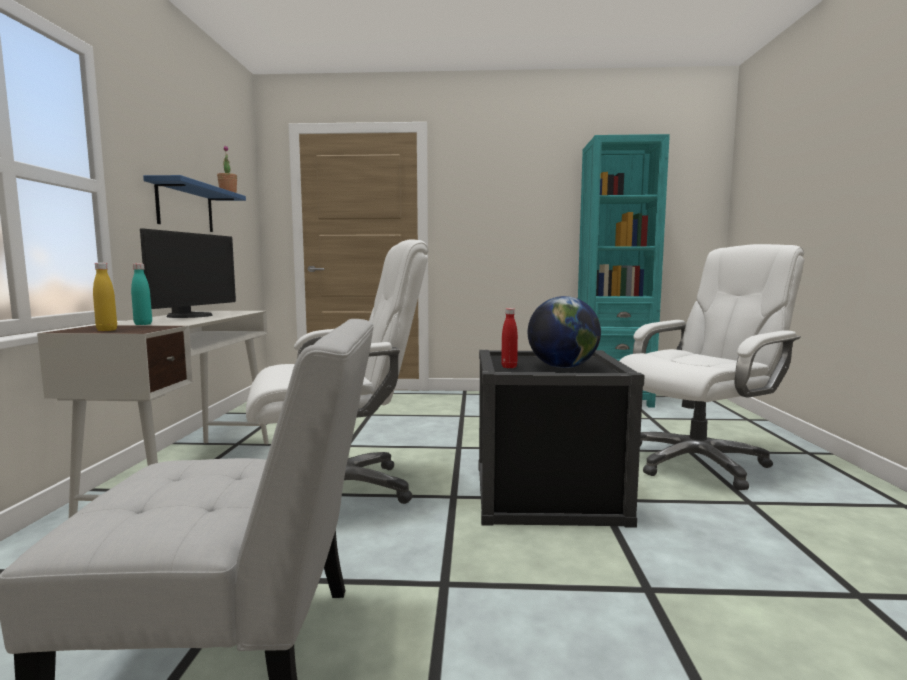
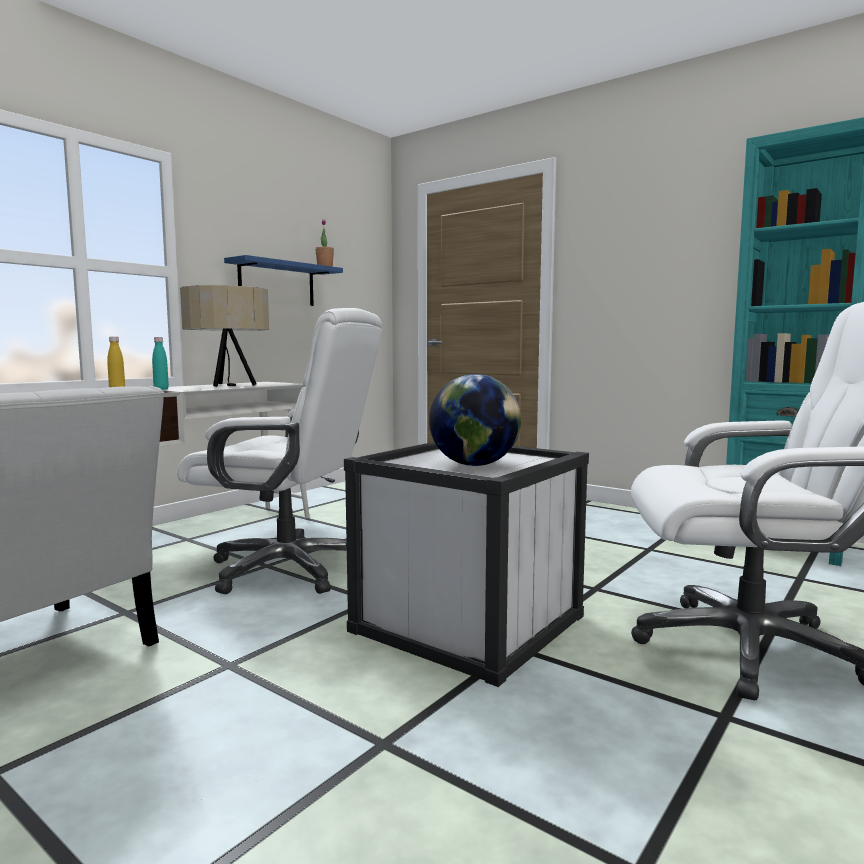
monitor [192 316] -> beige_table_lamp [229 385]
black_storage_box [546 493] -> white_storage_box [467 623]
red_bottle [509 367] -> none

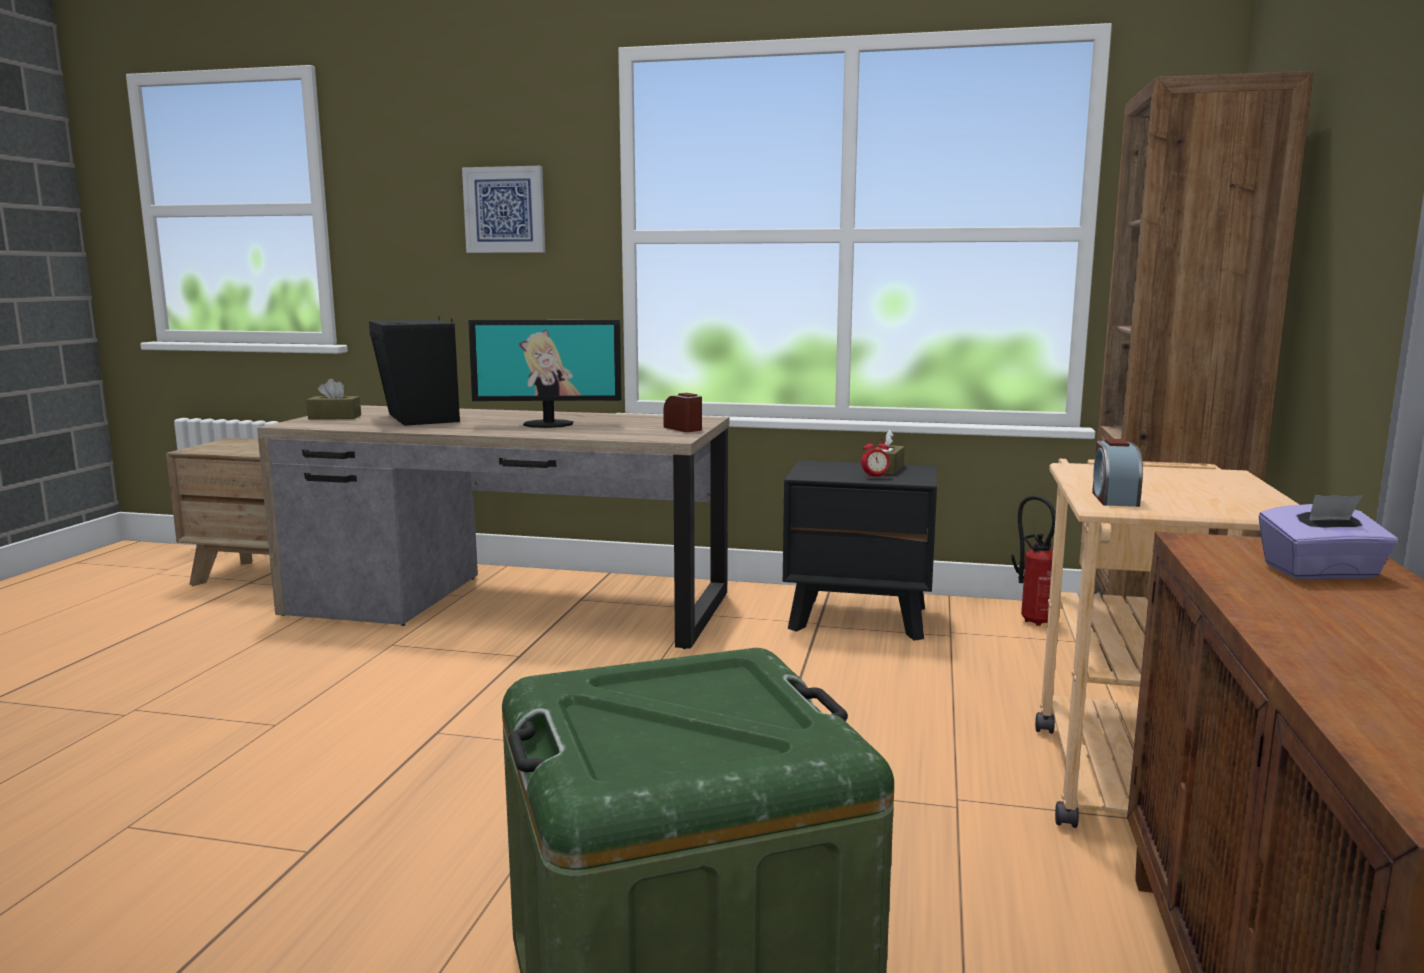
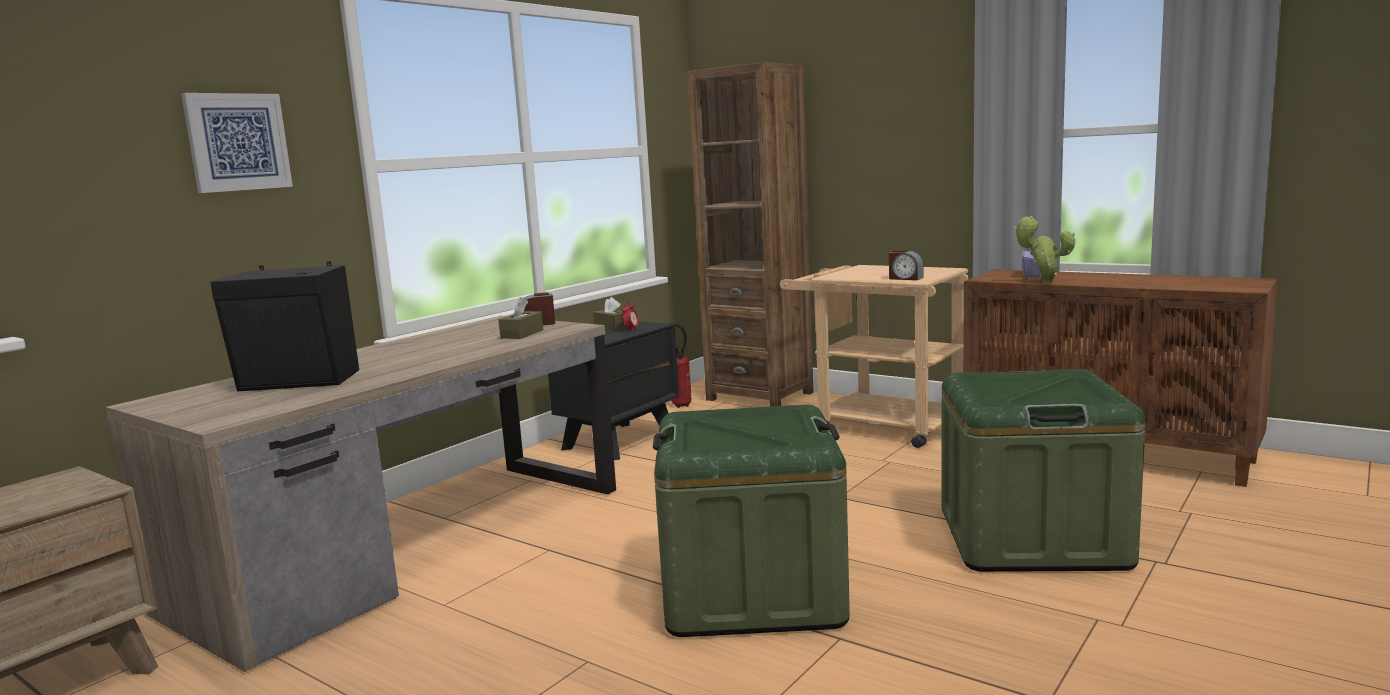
brown_tissue_box [335 417] -> brown_tissue_box [522 334], moved
monitor [548 424] -> none
none -> green_storage_box [752 592]
none -> potted_plant [1043 282]

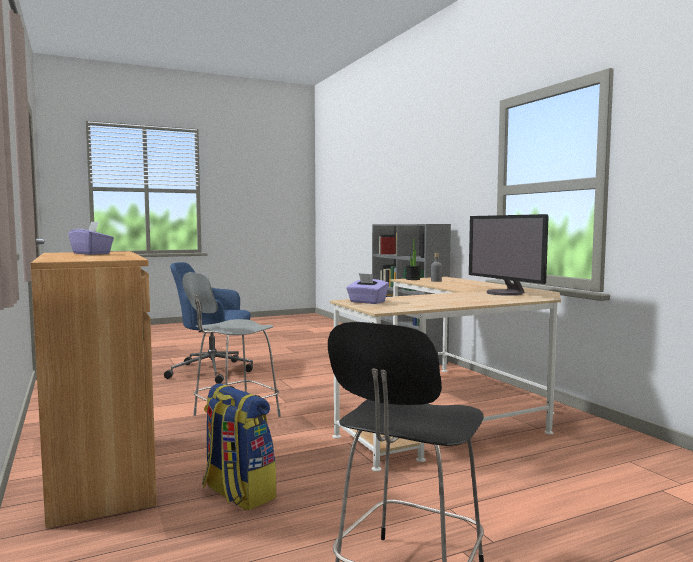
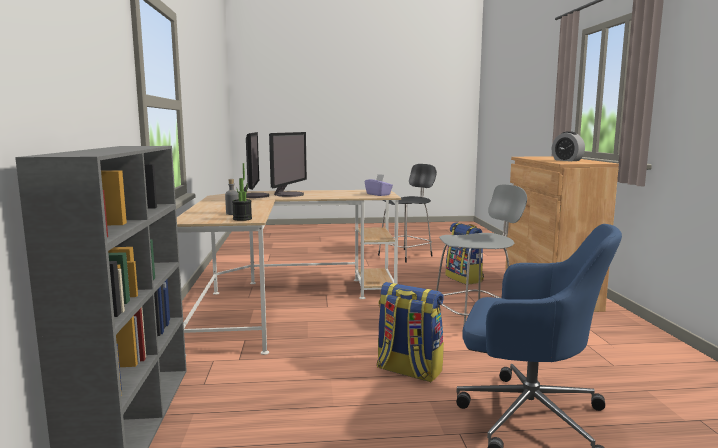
purple_tissue_box [92 254] -> alarm_clock [567 160]
none -> monitor [289 194]
none -> backpack [408 371]

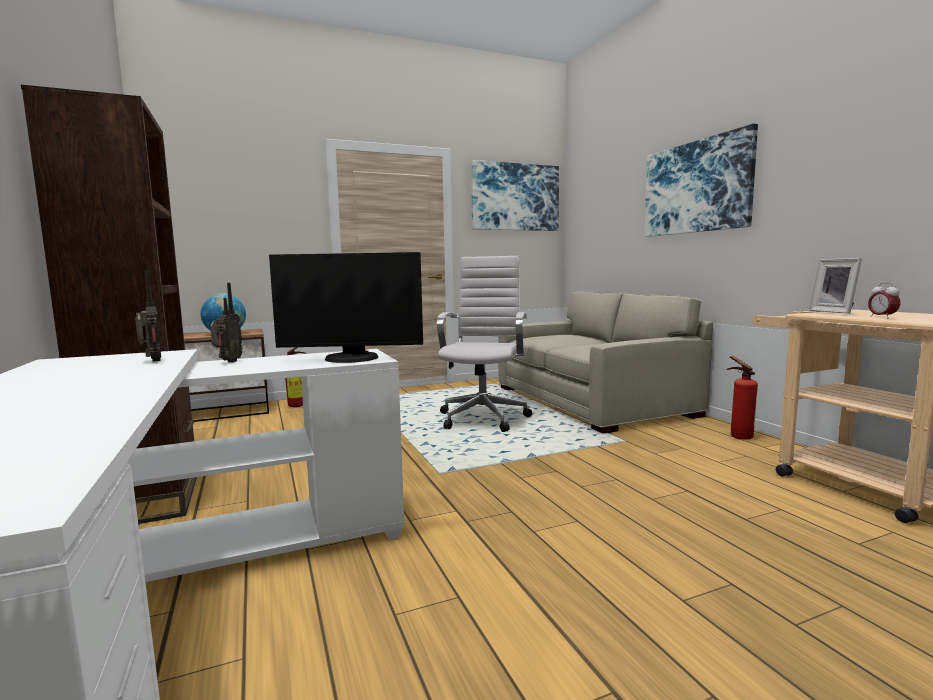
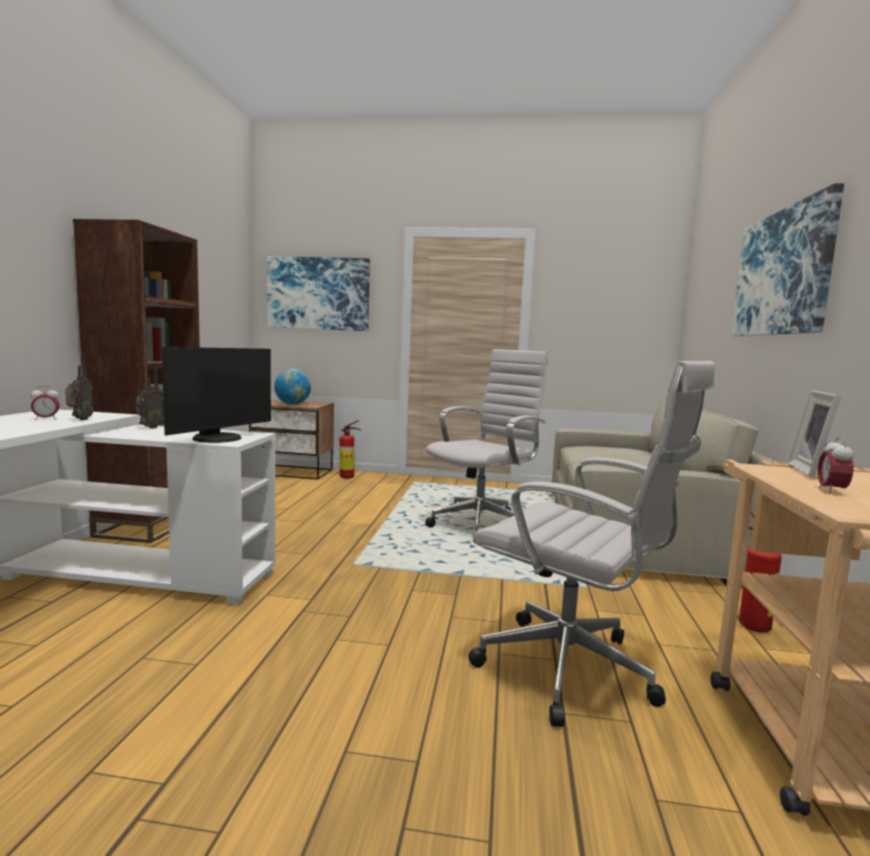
monitor [351 359] -> monitor [219 439], 90 degrees counterclockwise
picture [515 197] -> picture [318 293], moved
none -> alarm_clock [46 419]
none -> white_office_chair [574 672]

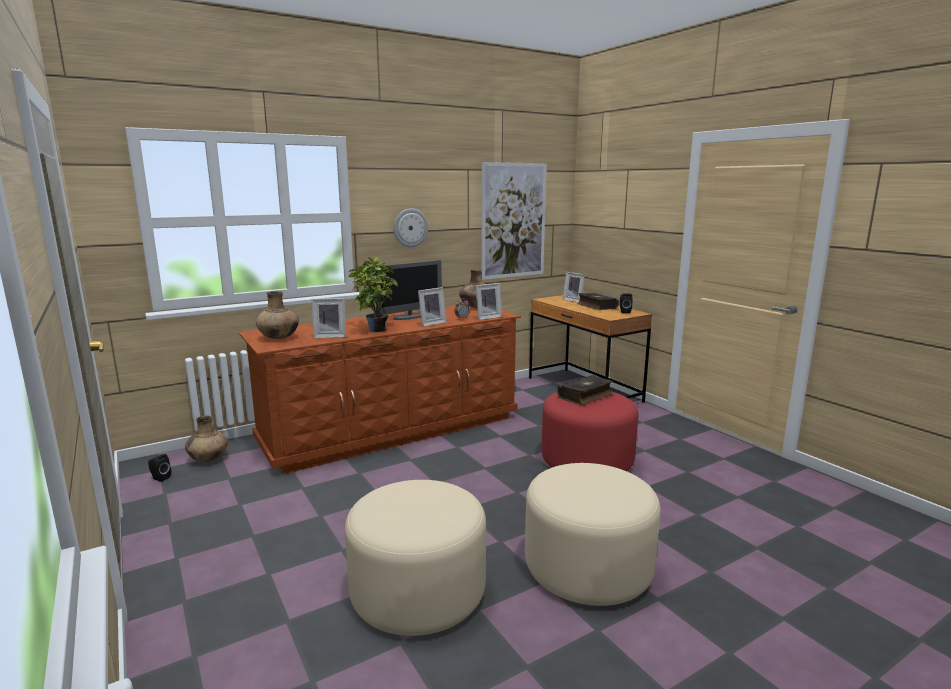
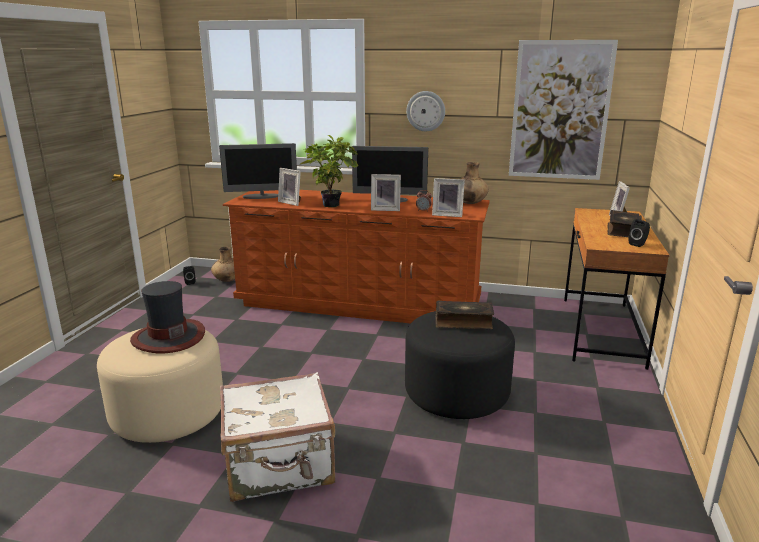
brown_vase [279 338] -> monitor [261 196]
beige_ottoman [587 567] -> white_suitcase [280 466]
red_ottoman [587 460] -> black_ottoman [456 393]
none -> hat [168 337]

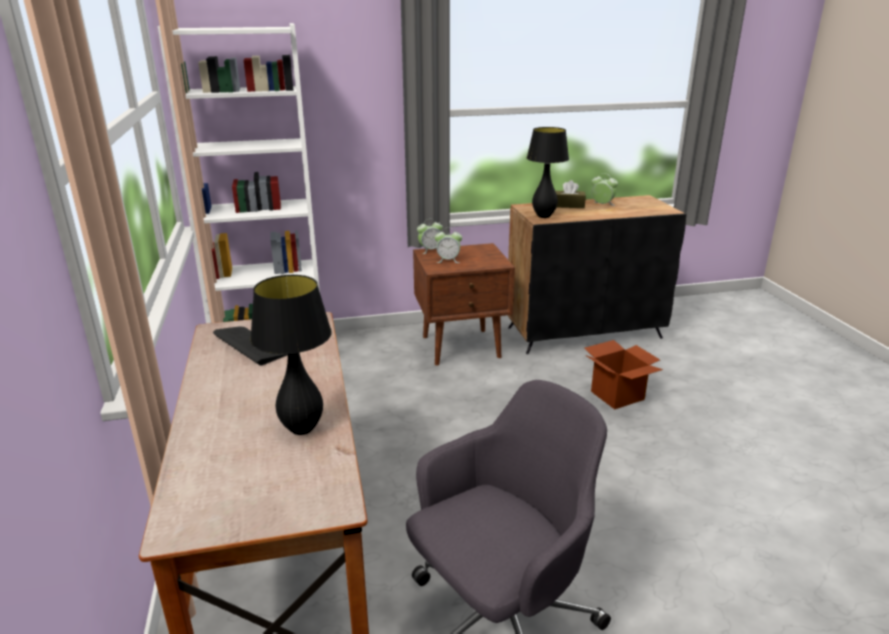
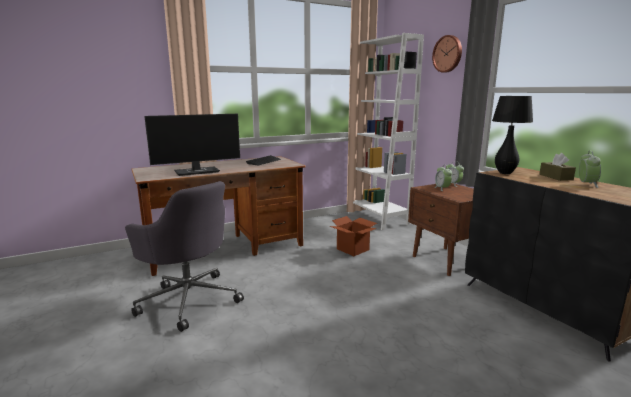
black_table_lamp [302 429] -> monitor [198 171]
cardboard_box [617 395] -> cardboard_box [352 249], moved
none -> wall_clock [448 54]

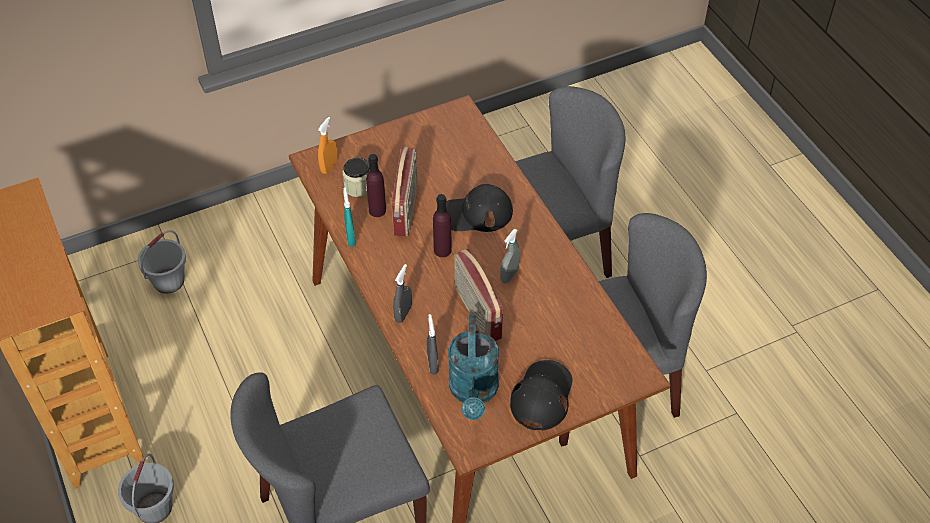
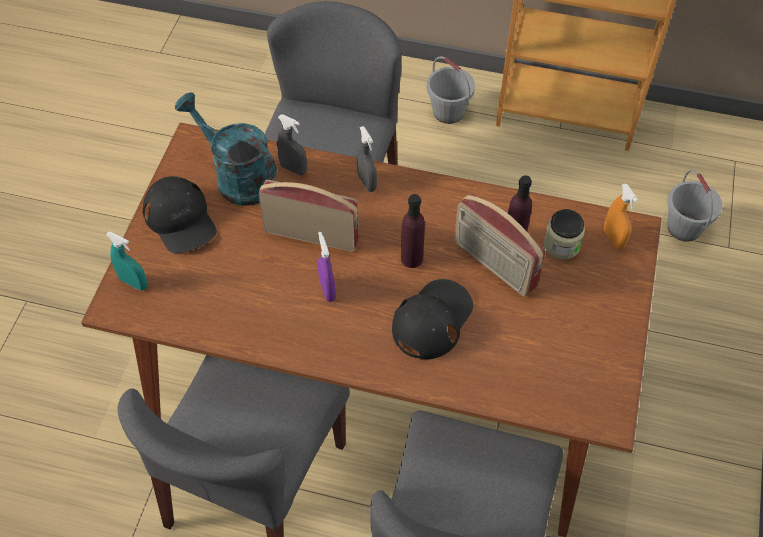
turquoise_spray_bottle [350 238] -> turquoise_spray_bottle [134 283], moved
grey_spray_bottle [509 275] -> purple_spray_bottle [327 290]

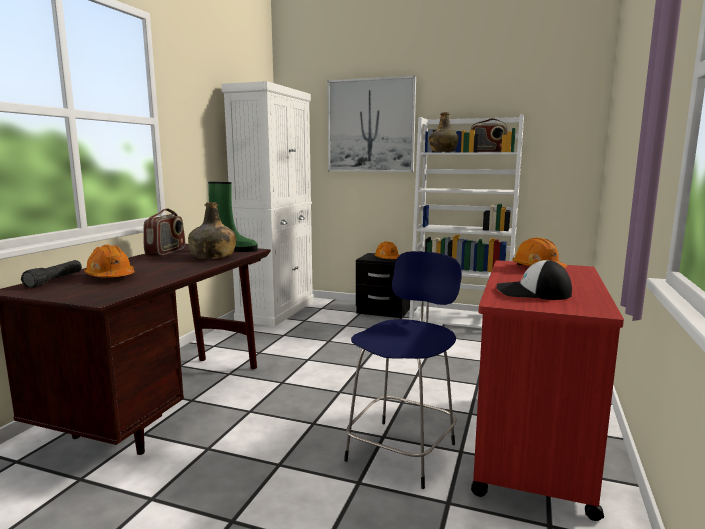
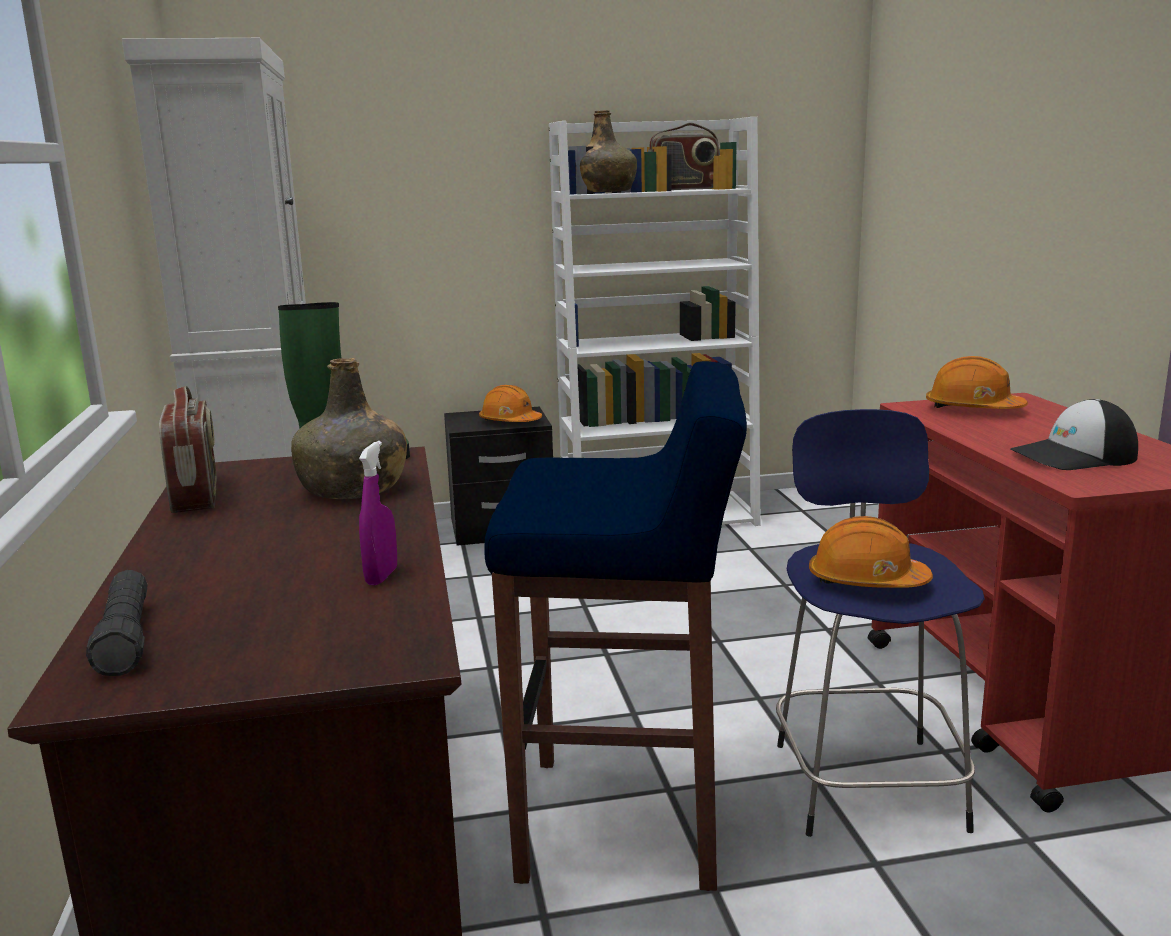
orange_hard_hat [110 277] -> orange_hard_hat [866 581], moved
picture [370 126] -> none
none -> purple_spray_bottle [381 576]
none -> blue_stool [625 822]

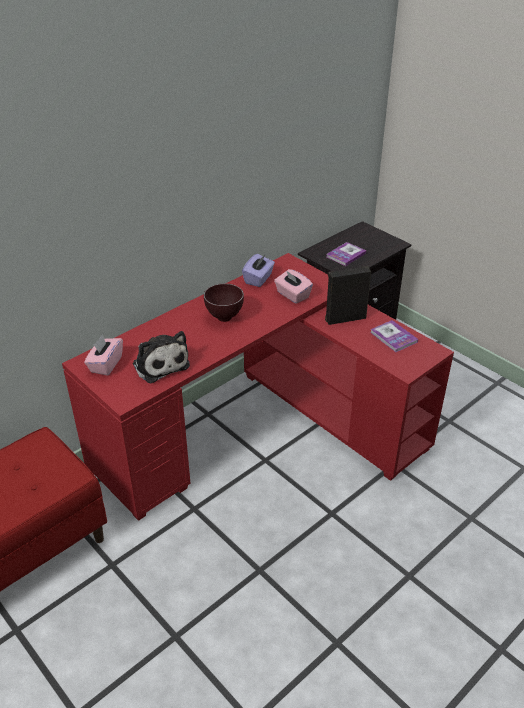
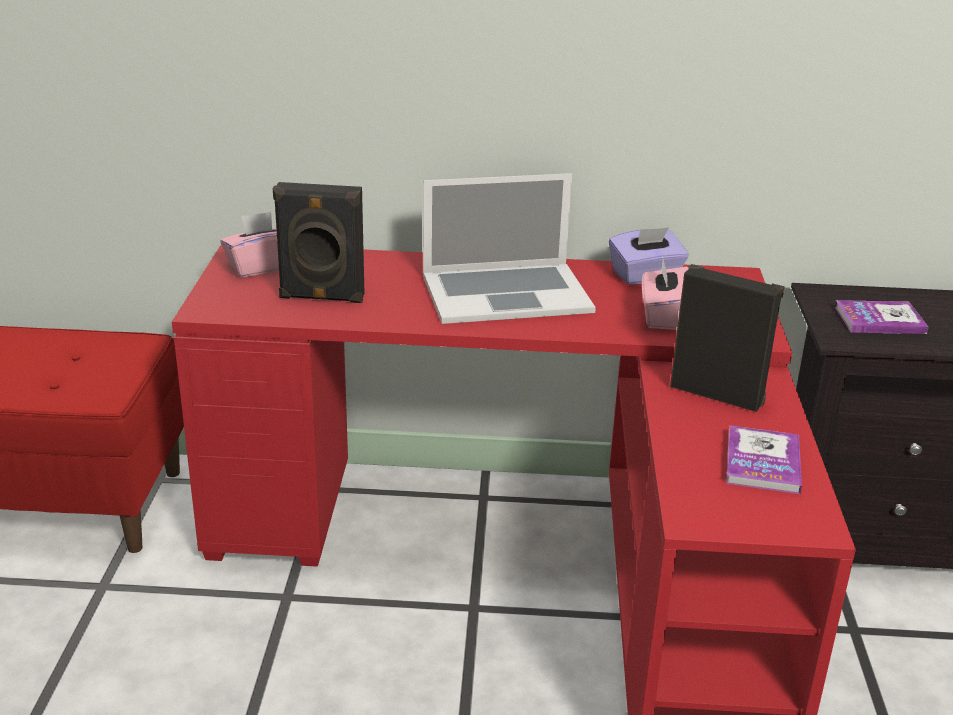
plush_toy [160 364] -> black_speaker [321 297]
brown_bowl [224 317] -> laptop [506 293]

